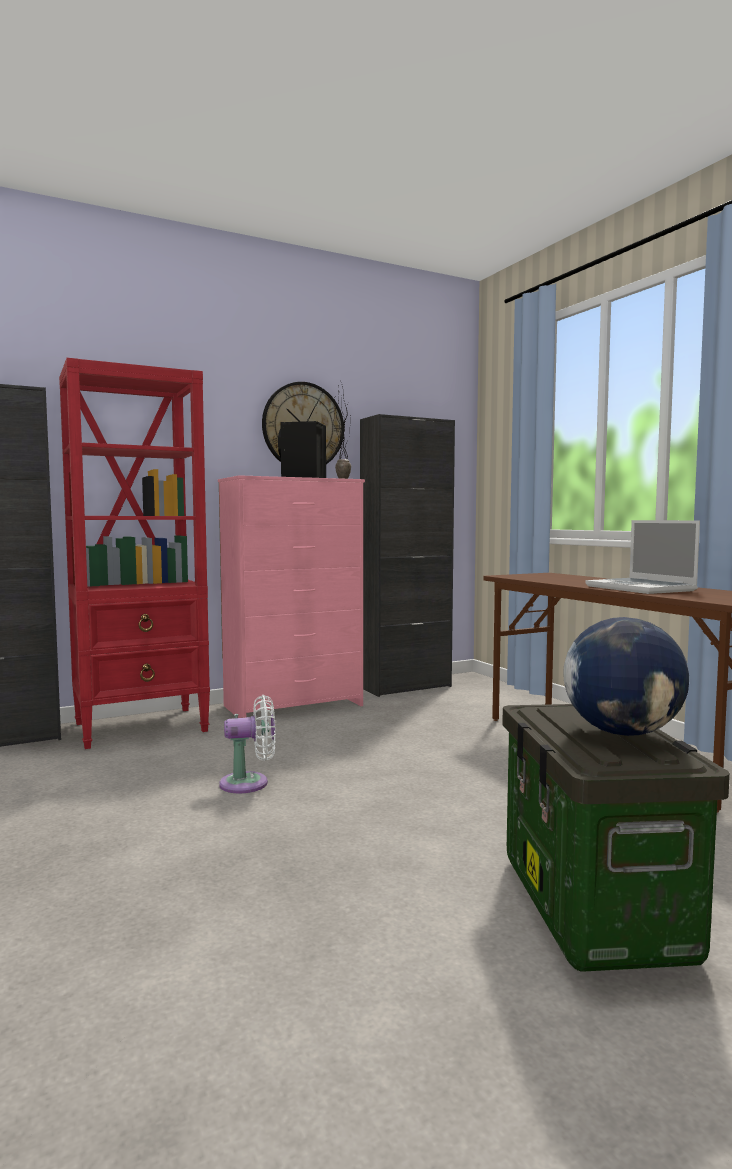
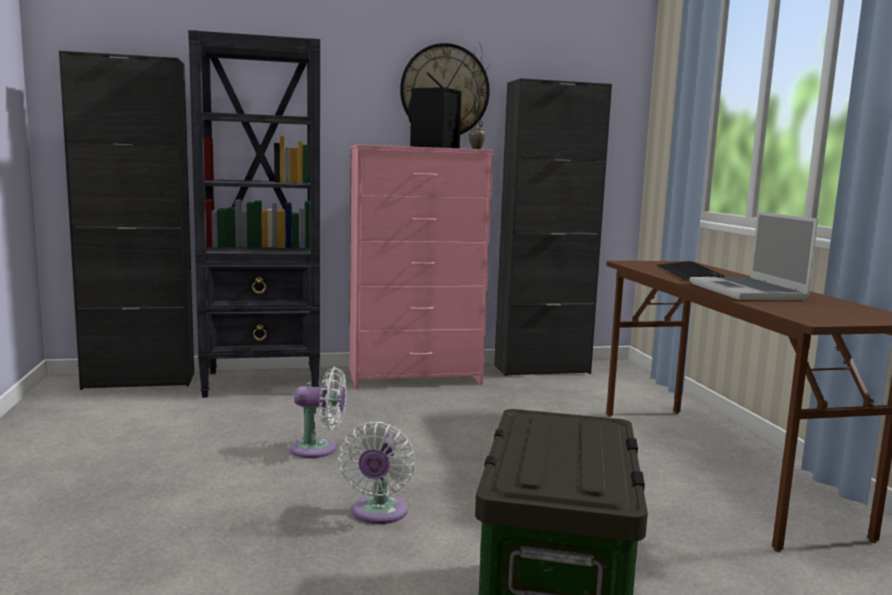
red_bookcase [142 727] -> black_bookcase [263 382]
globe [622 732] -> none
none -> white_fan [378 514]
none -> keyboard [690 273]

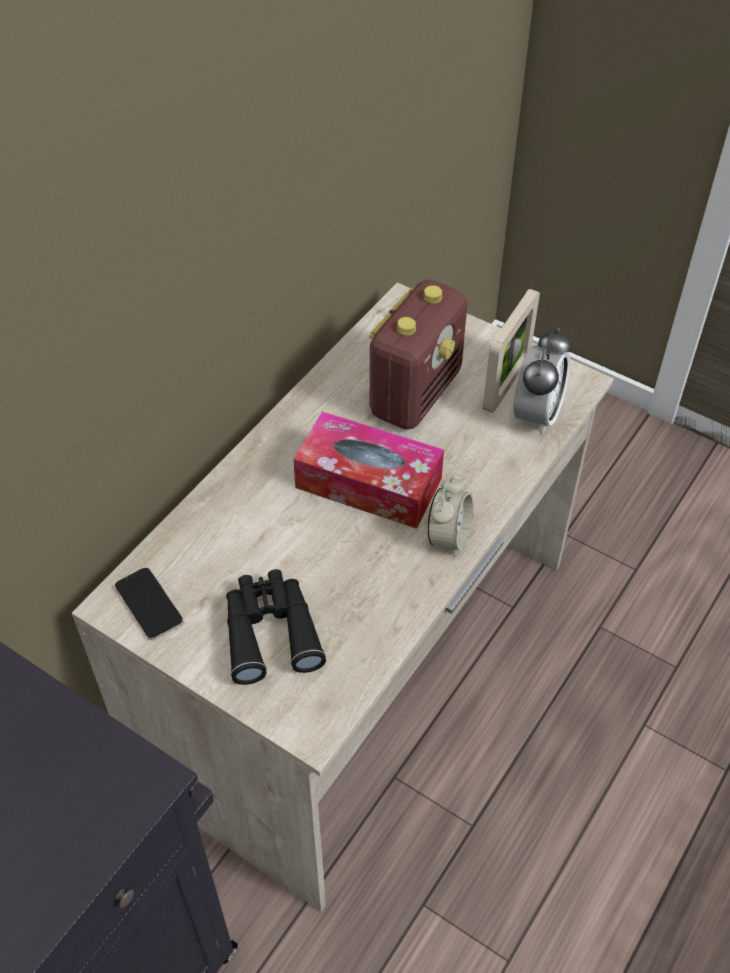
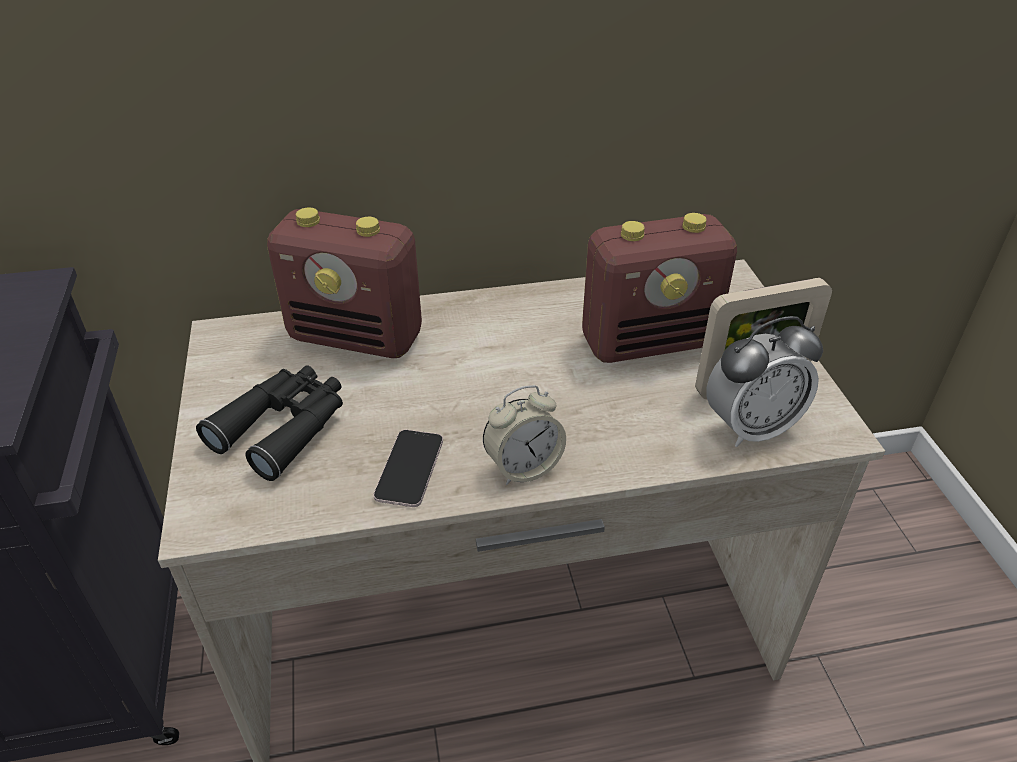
phone [148 604] -> phone [409 468], moved
tissue_box [368 483] -> none
none -> radio [357 337]

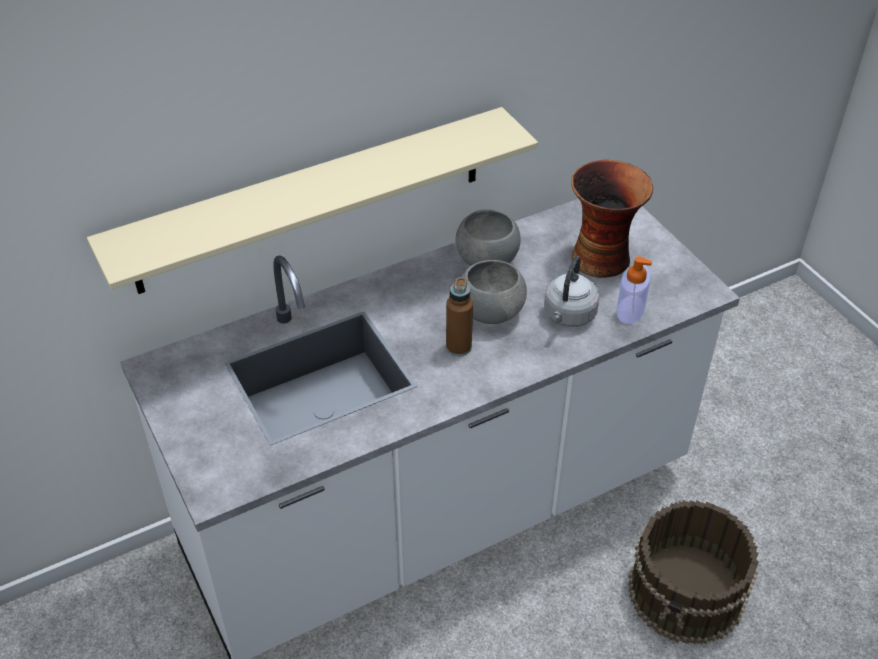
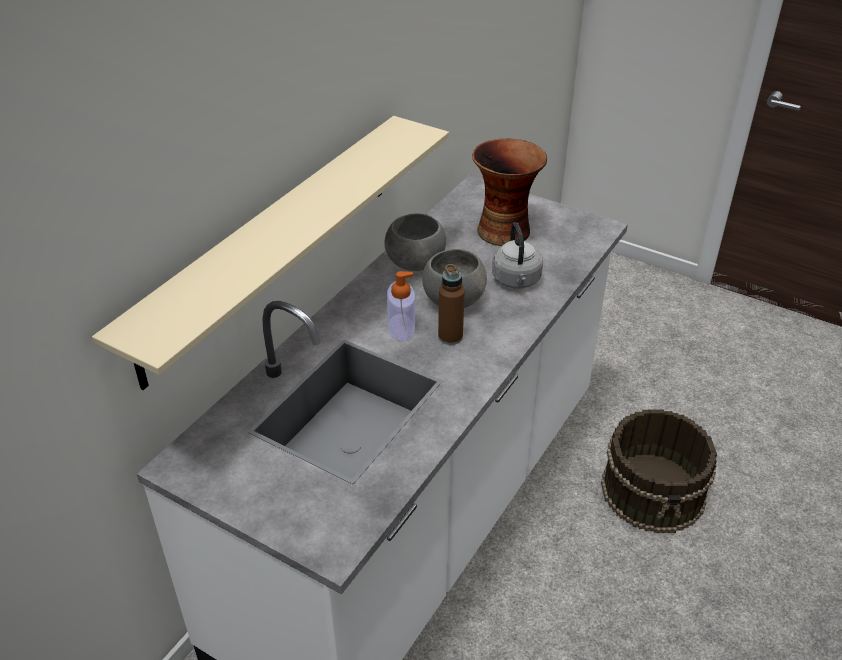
soap_dispenser [630 310] -> soap_dispenser [401 327], moved

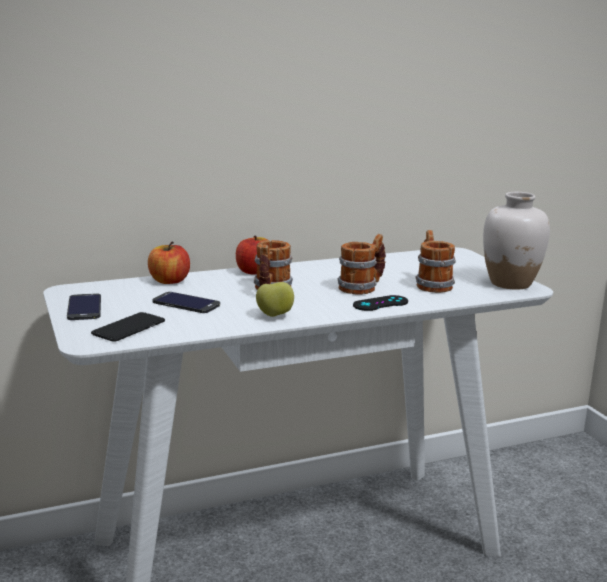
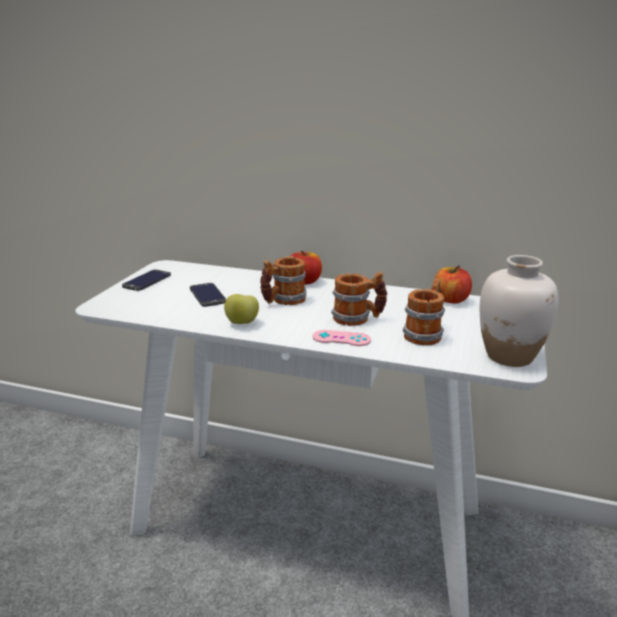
phone [128 328] -> none
apple [169 281] -> apple [450 300], moved
black_game_controller [380 303] -> pink_game_controller [341 338]

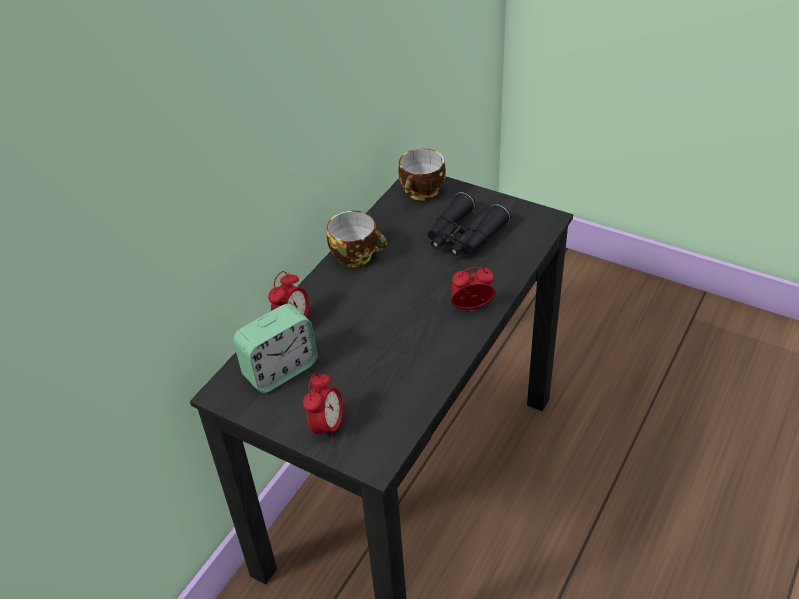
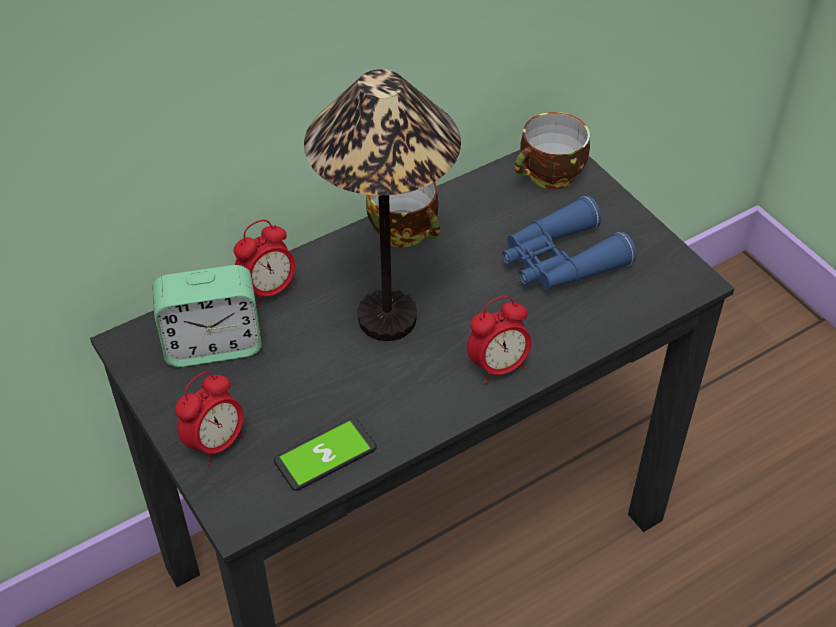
black_binoculars [464 237] -> blue_binoculars [560 261]
alarm_clock [471 309] -> alarm_clock [498 366], 135 degrees clockwise
none -> phone [325 455]
none -> table_lamp [386 320]

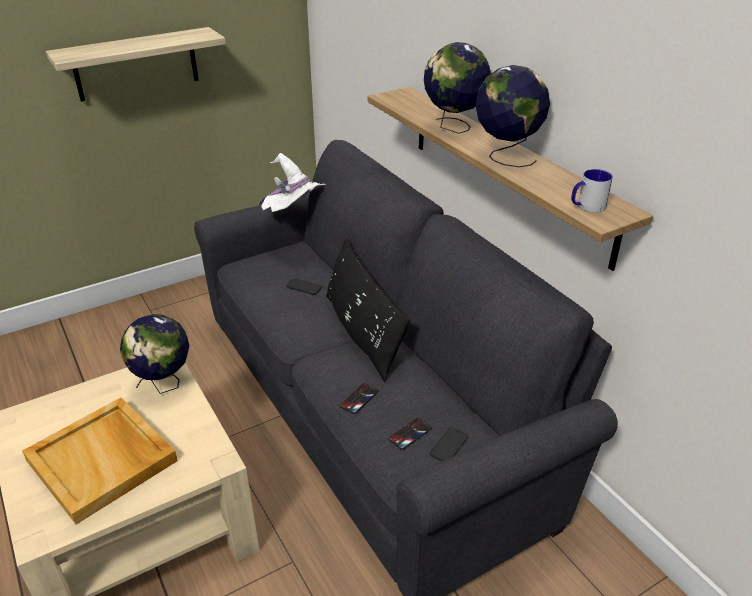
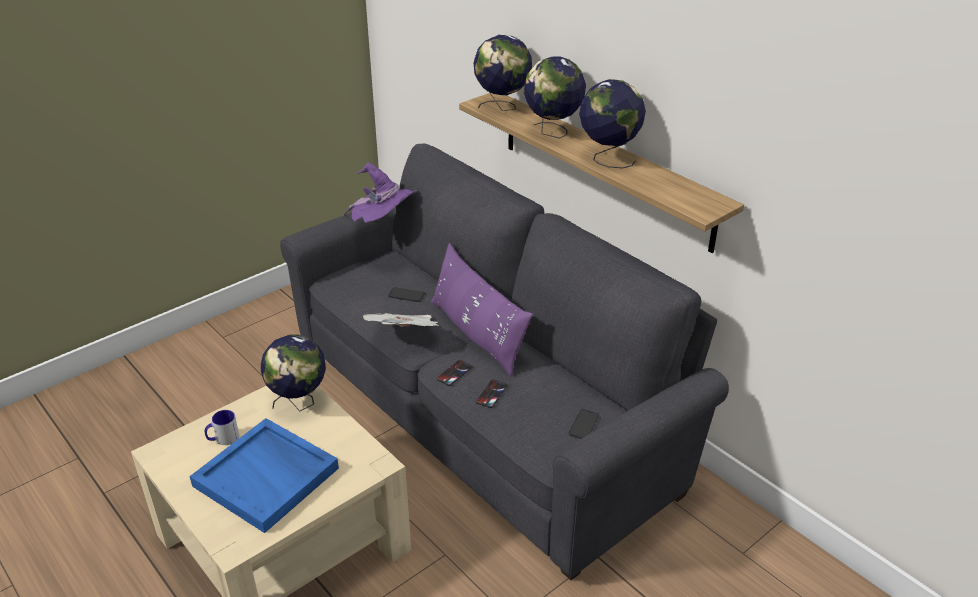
beige_tray [103 461] -> blue_tray [267 477]
shelf [136 64] -> none
white_hat [297 215] -> purple_hat [386 223]
black_pillow [363 333] -> purple_pillow [477 334]
phone [410 433] -> phone [454 373], moved
mug [587 207] -> mug [223 439], moved
none -> newspaper [405 335]
none -> globe [502 107]

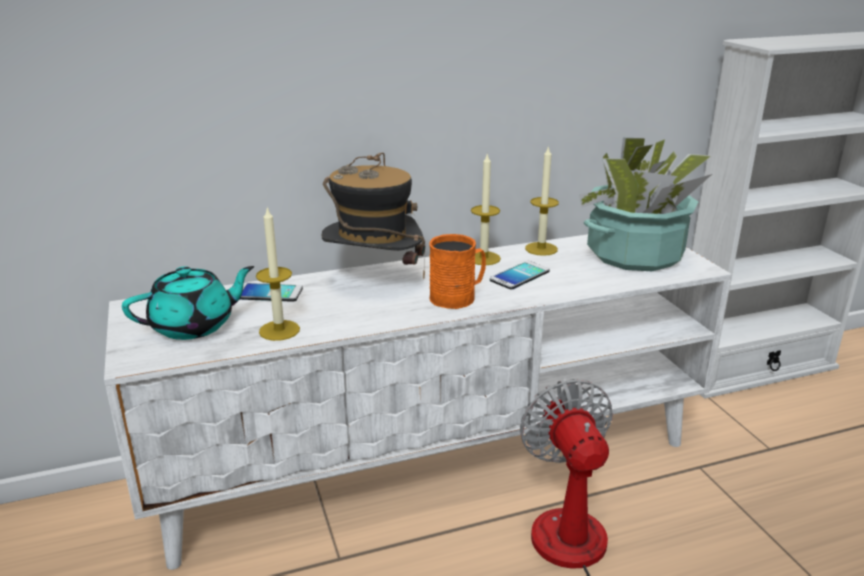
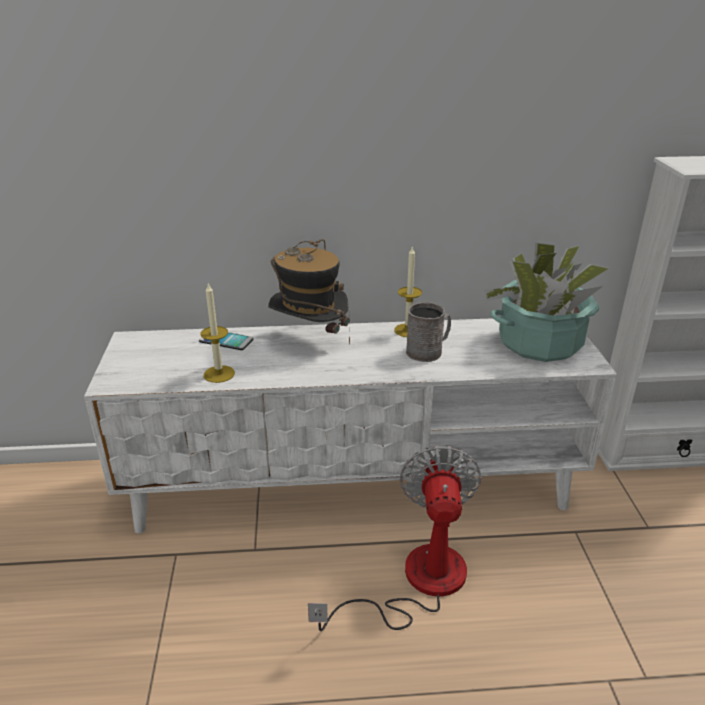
turquoise_teapot [194 326] -> none
orange_mug [458 297] -> none
phone [519 276] -> grey_mug [428 351]
candle [541 249] -> none

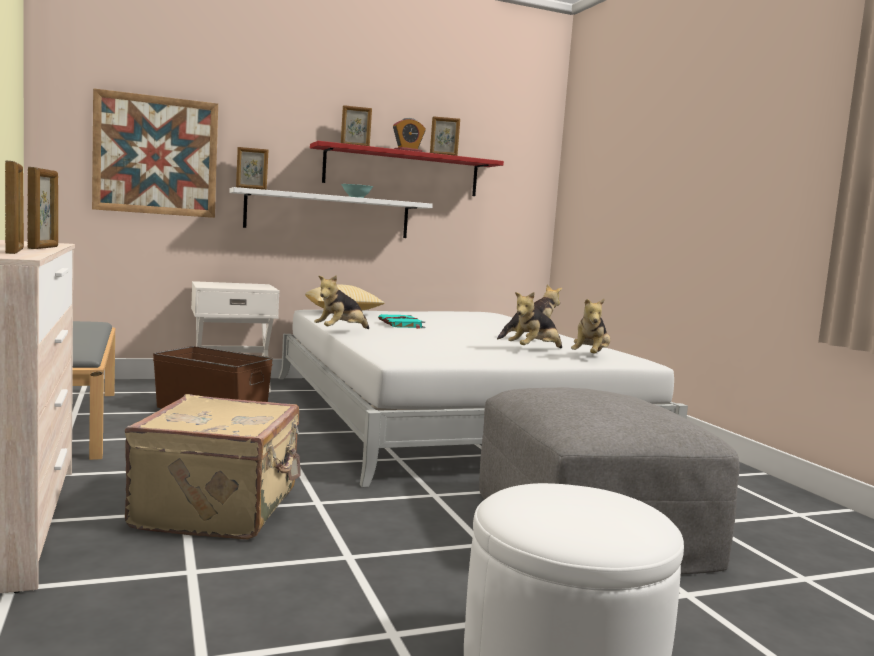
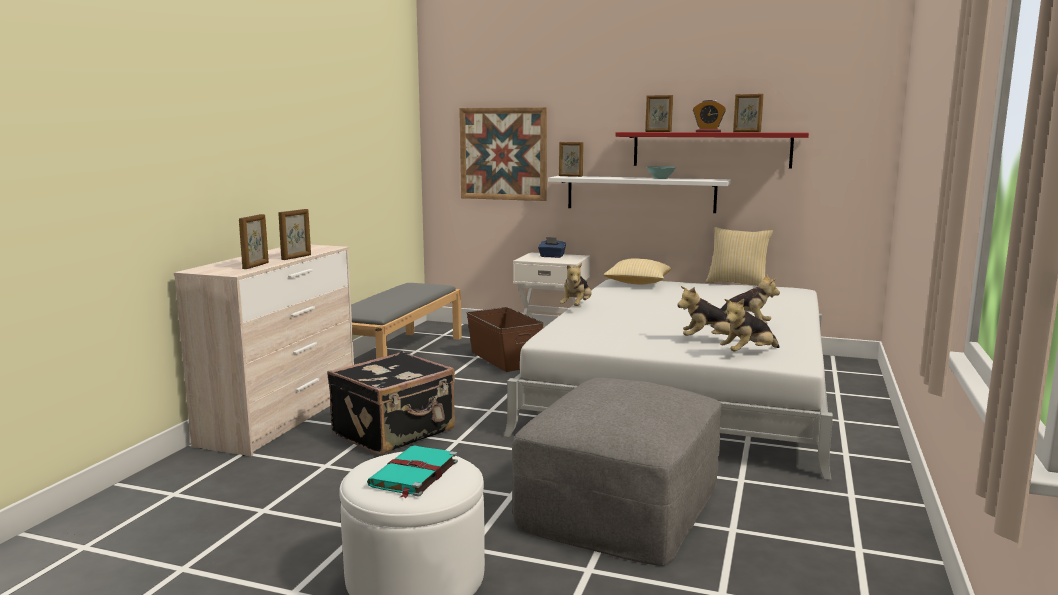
beige_suitcase [220 509] -> black_suitcase [395 432]
plush_toy [341 331] -> plush_toy [576 307], 60 degrees counterclockwise
turquoise_book [401 324] -> turquoise_book [413 474], moved
none -> blue_tissue_box [551 256]
none -> pillow [738 283]

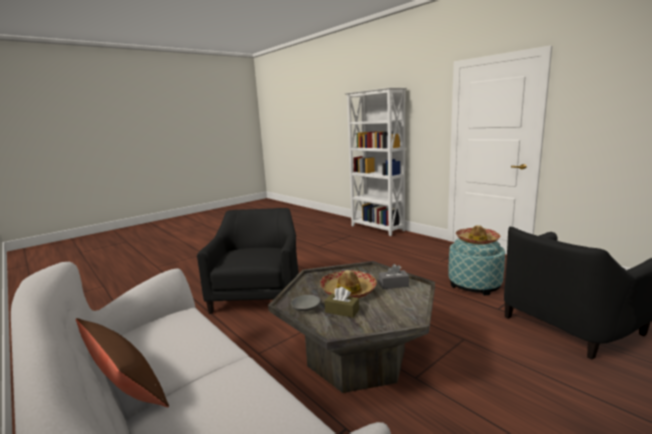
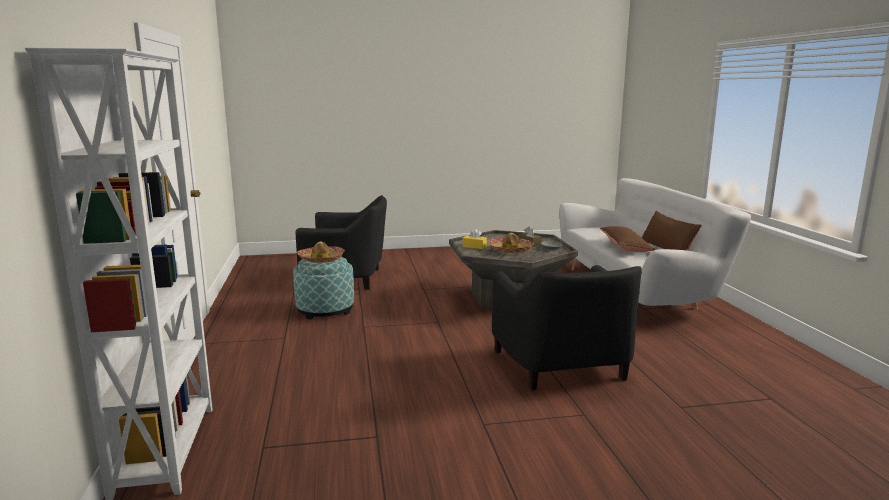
black_armchair [258 295] -> black_armchair [563 366], 45 degrees counterclockwise
grey_tissue_box [393 285] -> yellow_tissue_box [474 246]
none -> brown_pillow [625 247]

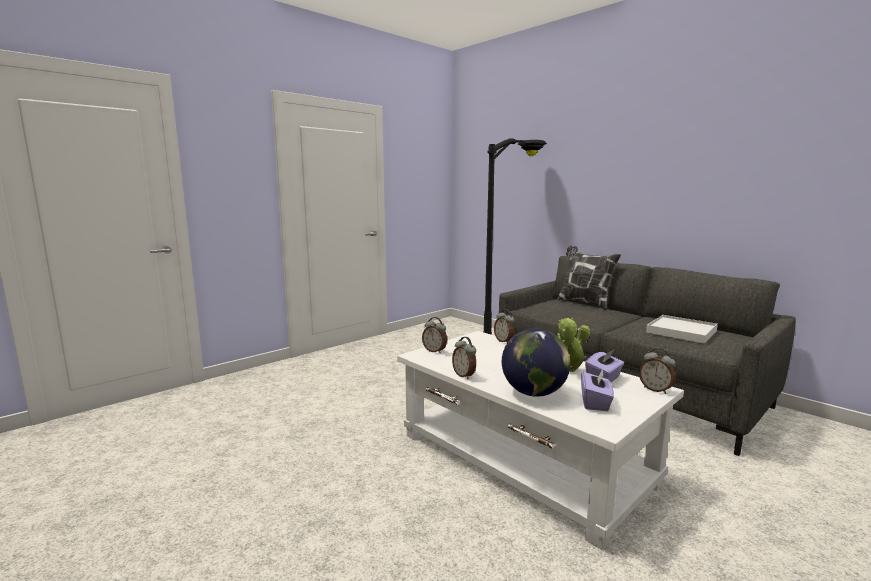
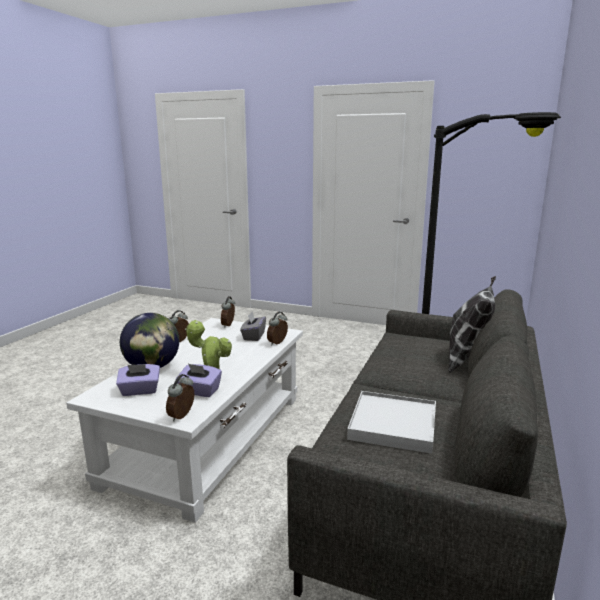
none -> grey_tissue_box [253 336]

